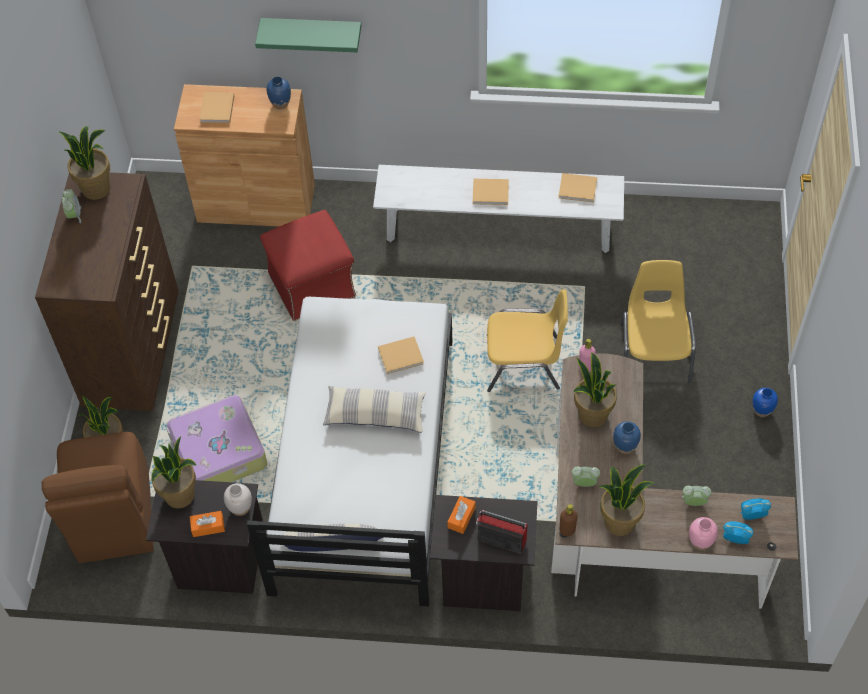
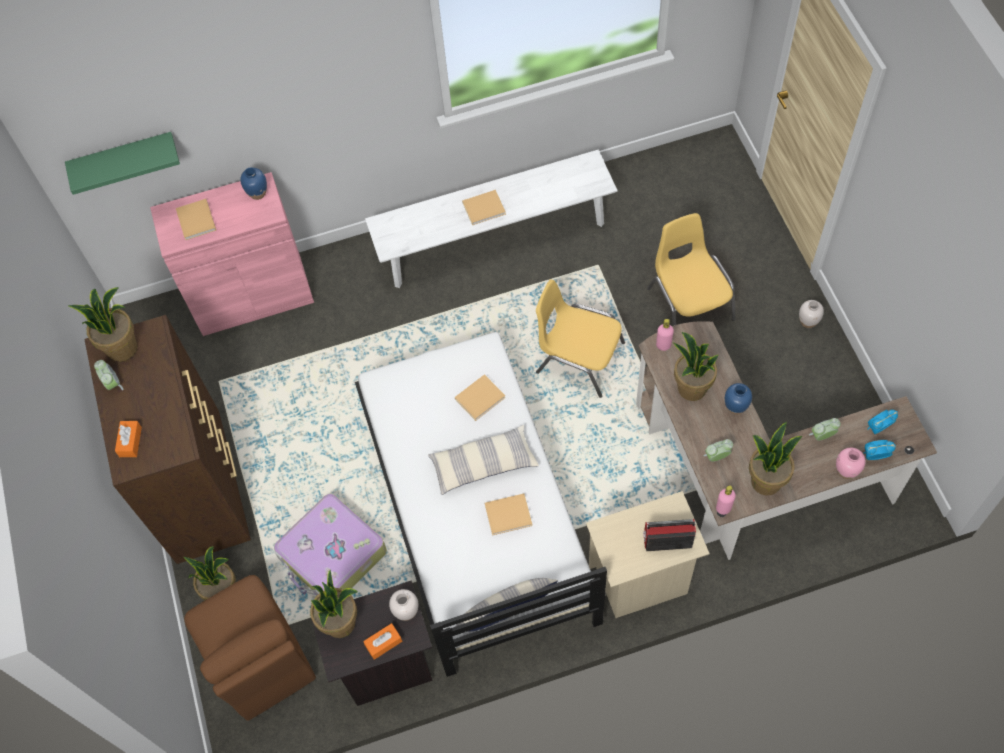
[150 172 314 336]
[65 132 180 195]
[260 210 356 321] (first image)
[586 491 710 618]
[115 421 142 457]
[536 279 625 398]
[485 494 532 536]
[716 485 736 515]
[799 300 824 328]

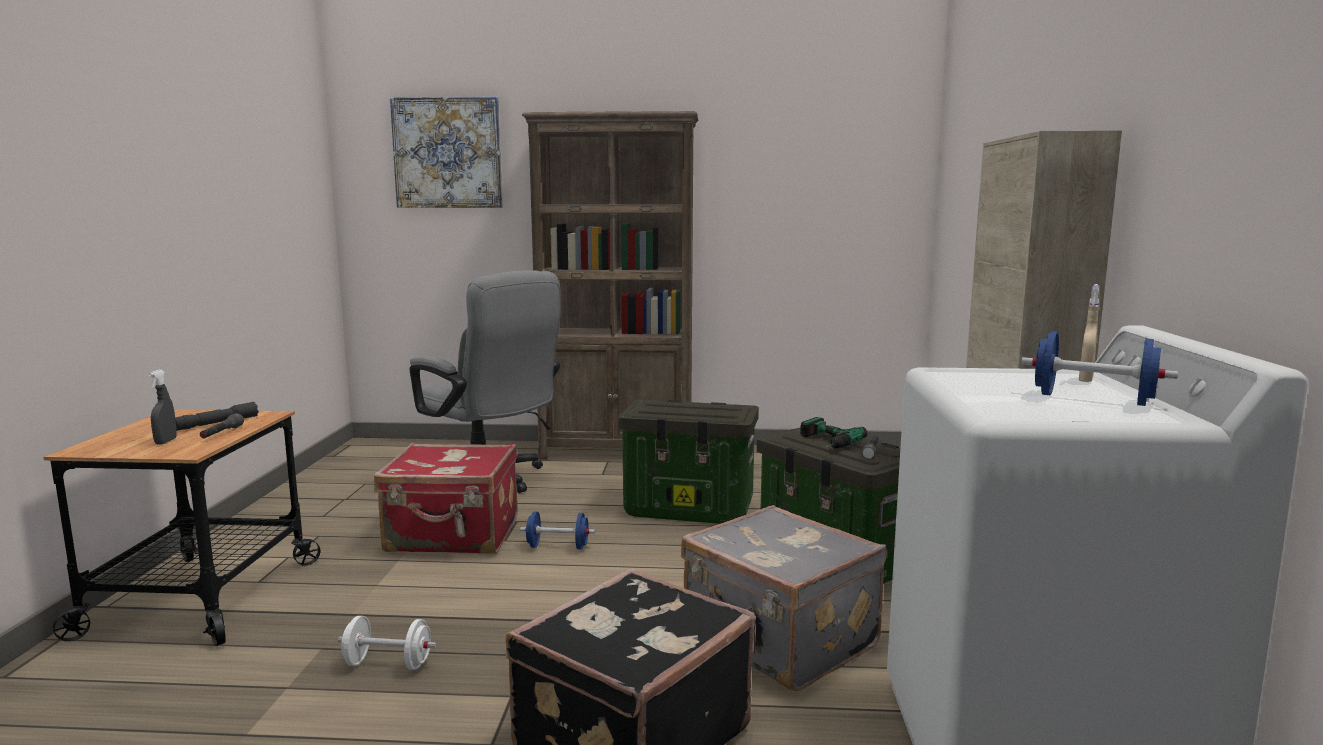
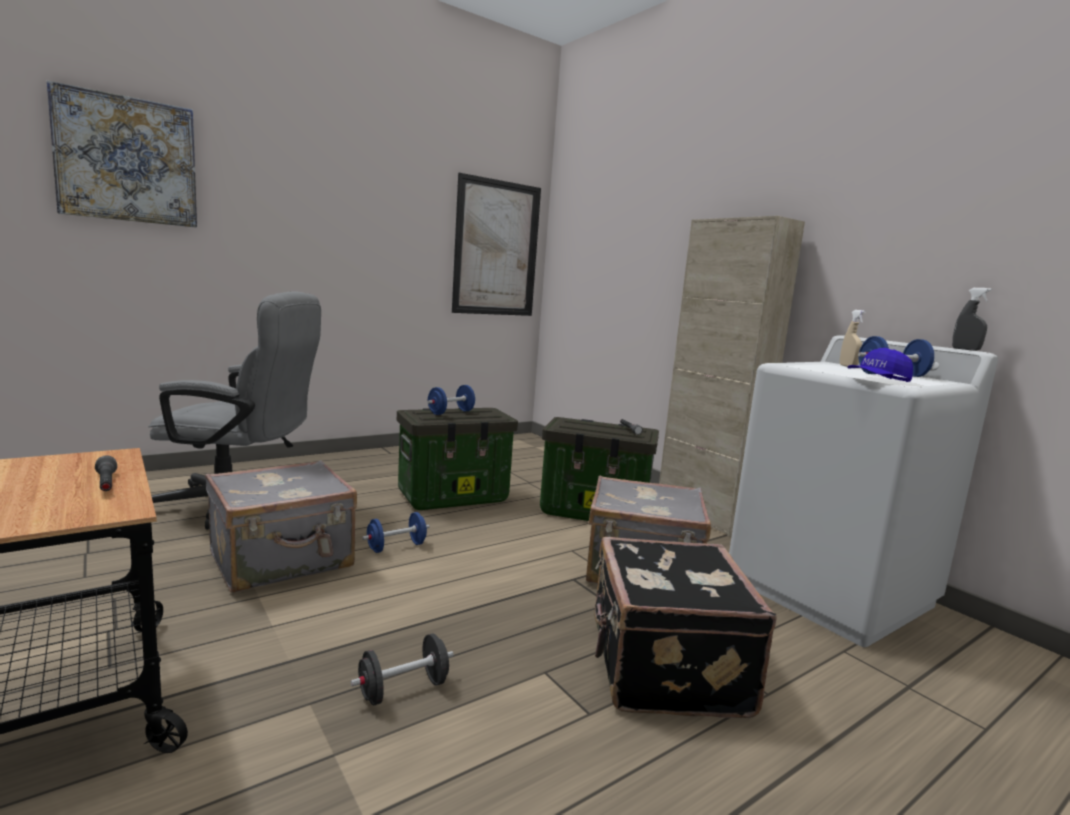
[952 288 992 350]
[175 402 258 431] (first image)
[351 633 454 706]
[205 460 357 593]
[522 111 698 459] (first image)
[800 417 867 449] (first image)
[427 385 475 415]
[452 173 541 316]
[848 348 913 382]

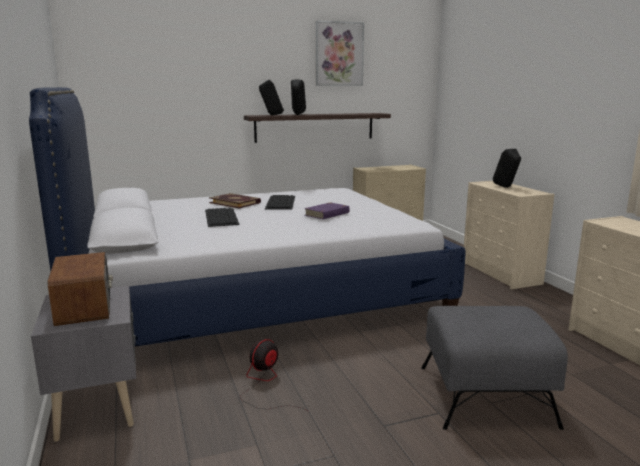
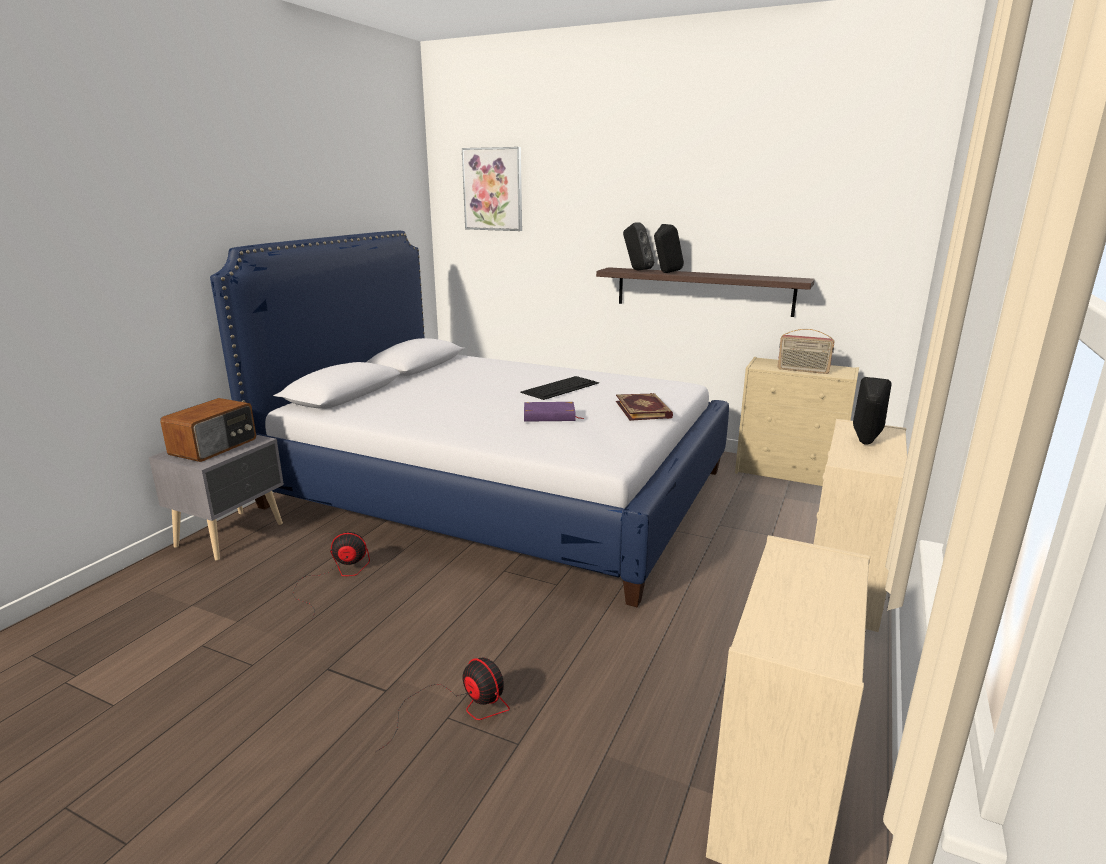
[205 208 239 227] (first image)
[616 393 673 421]
[462 147 522 231]
[376 658 510 752]
[778 329 835 374]

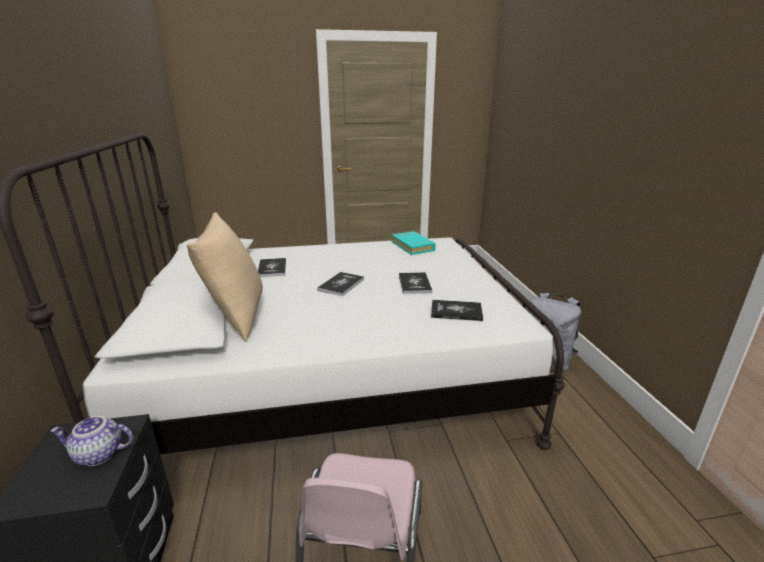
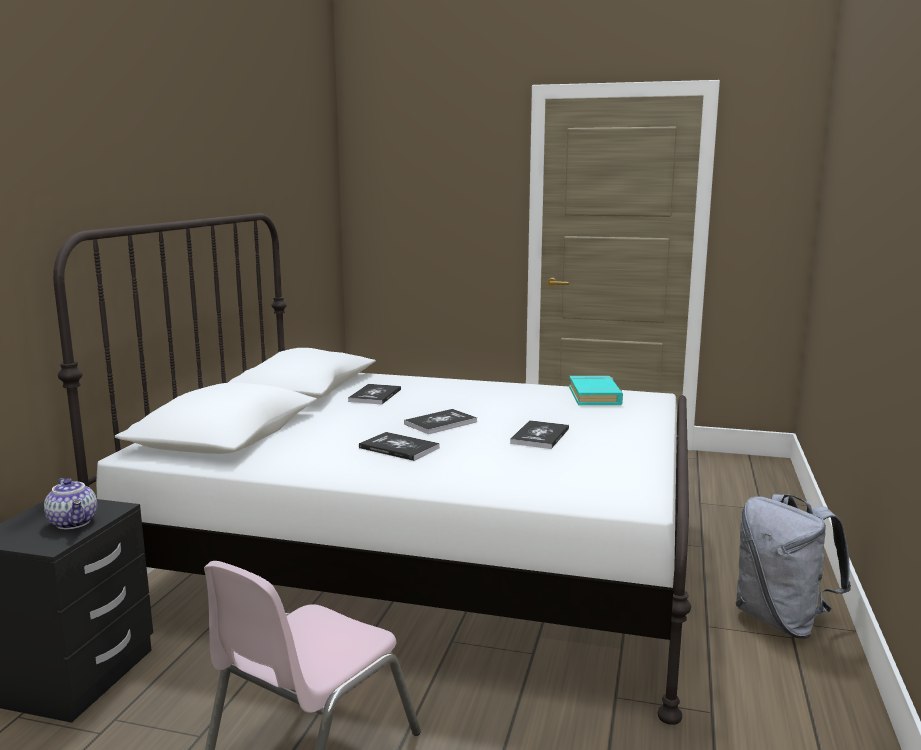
[44 478 97 529]
[187 212 263 342] (first image)
[359 432 440 461]

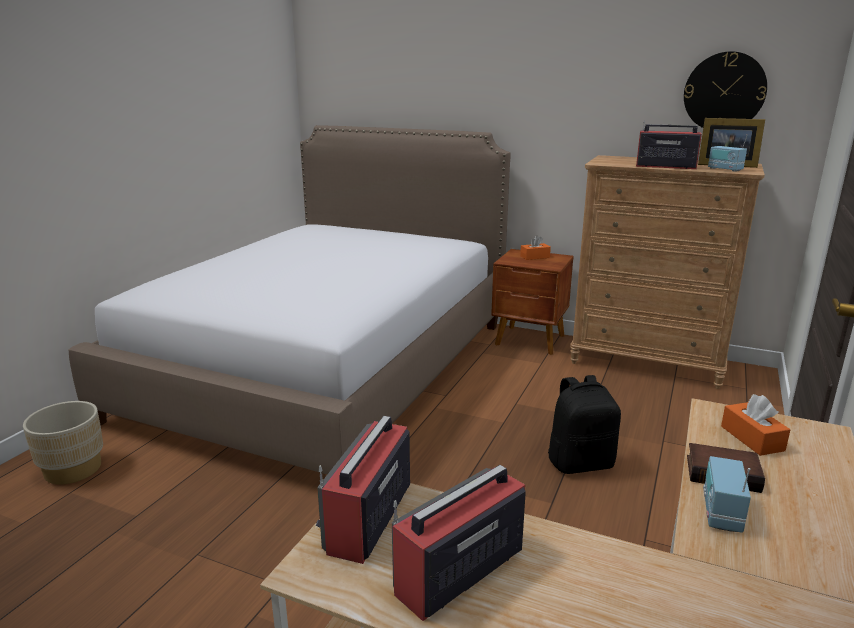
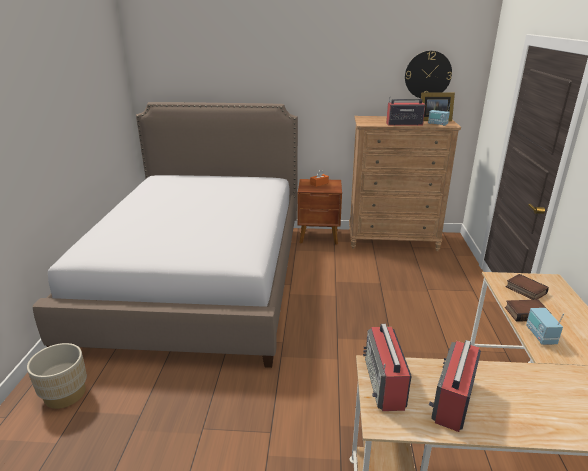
[548 375 621 474] (first image)
[506 274 549 300]

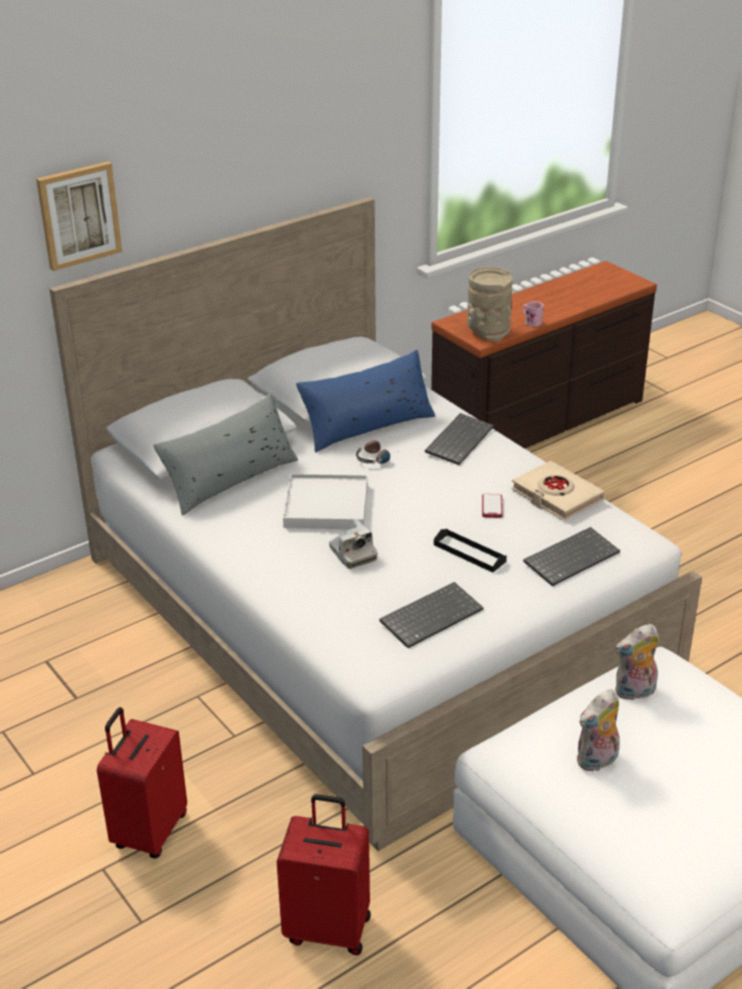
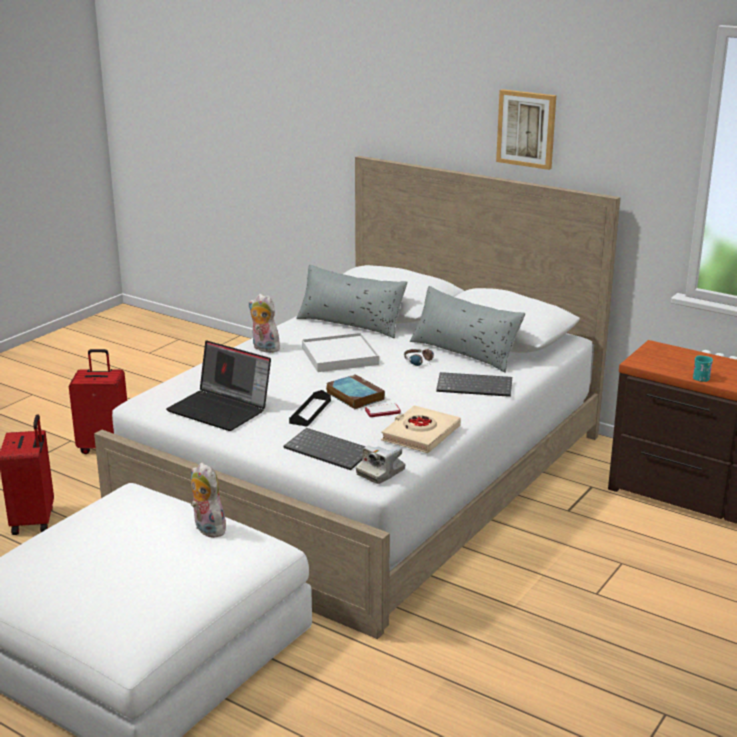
[496 89 556 170]
[410 286 525 373]
[356 445 406 484]
[166 340 271 431]
[467 267 513 342] (first image)
[693 356 713 382]
[249 294 280 353]
[326 374 385 409]

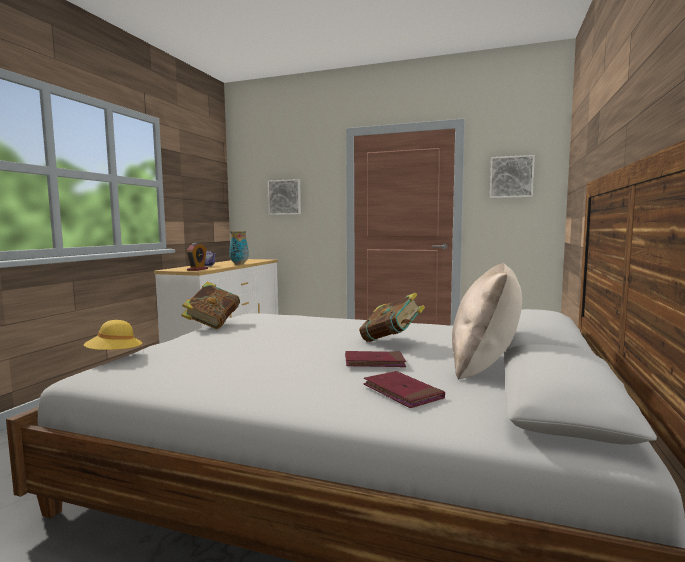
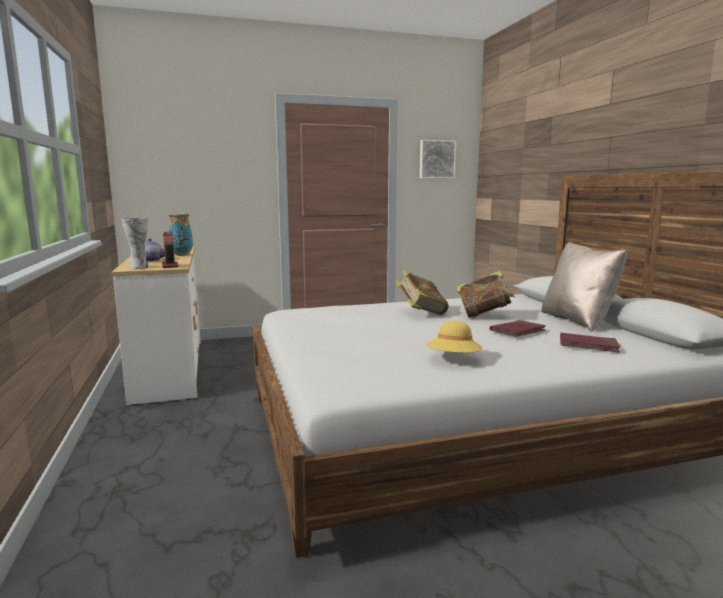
[426 321 483 353]
[396 270 449 315]
[267 179 301 215] (first image)
[122 218 149 269]

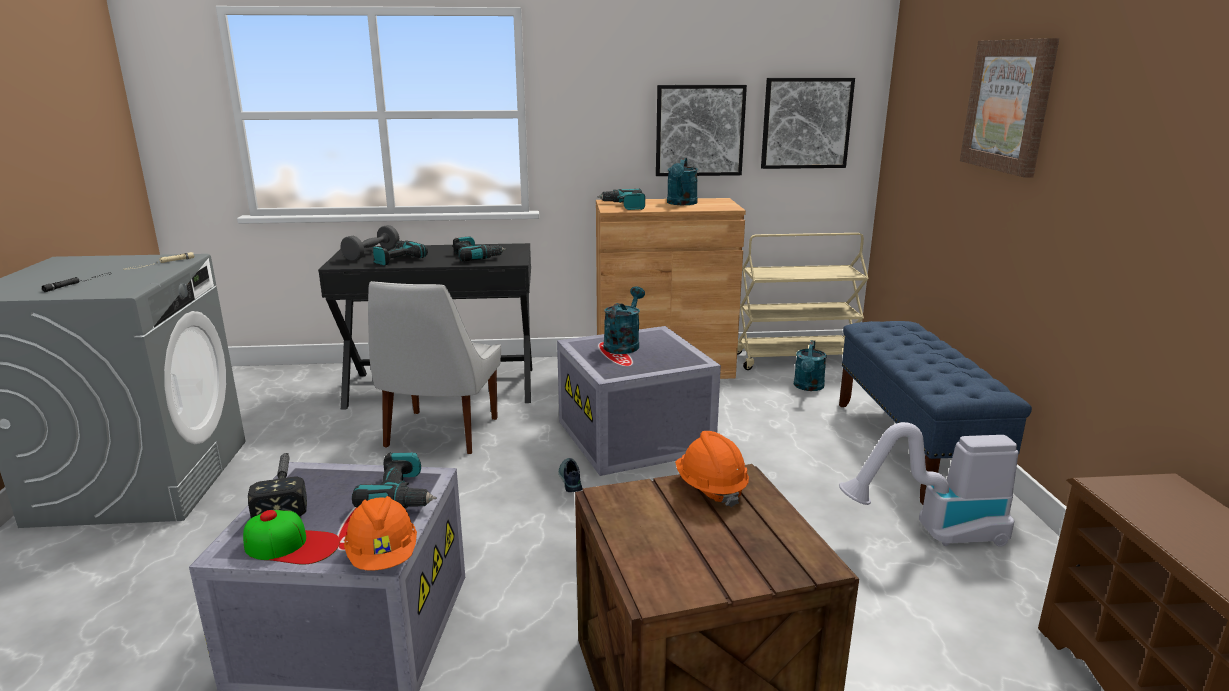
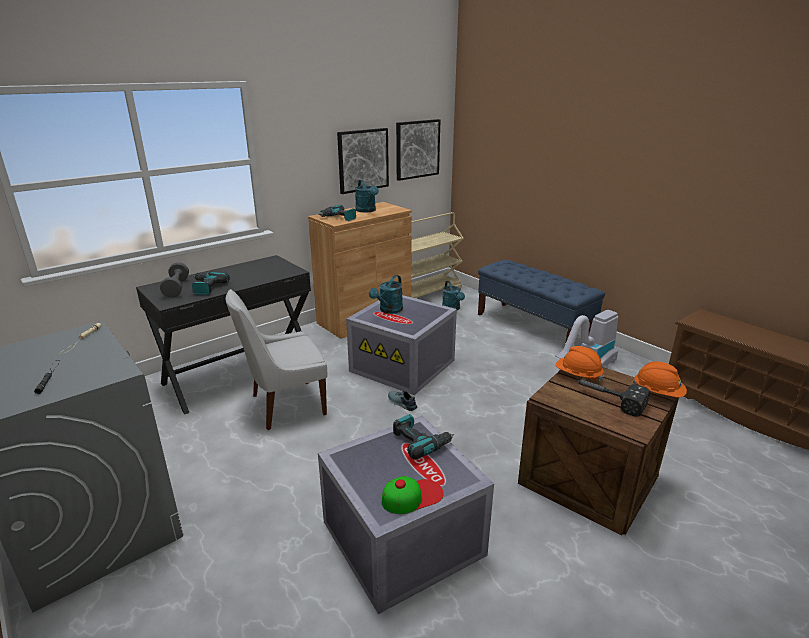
[575 380 650 417]
[633 361 687 397]
[225 289 327 430]
[453 236 506 261] (first image)
[369 275 403 314]
[960 38 1059 178] (first image)

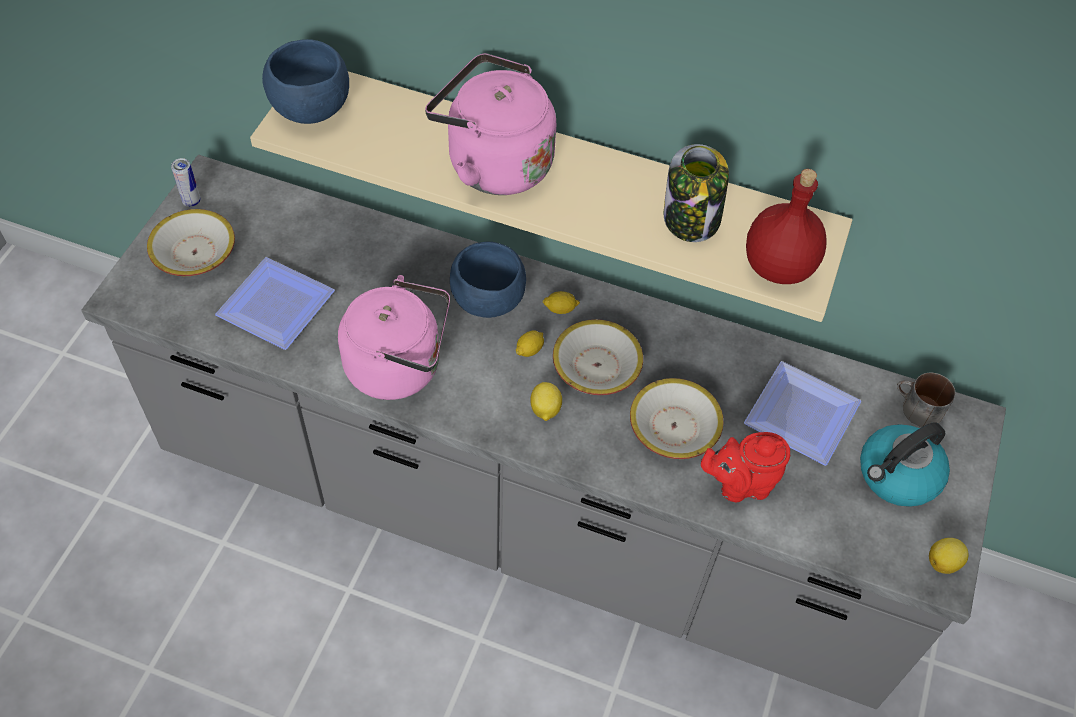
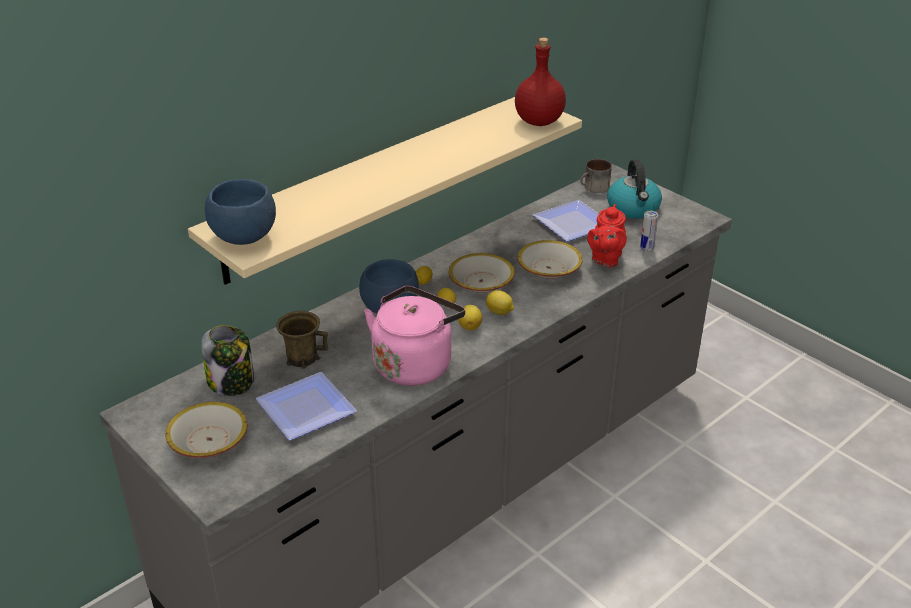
[640 211 658 252]
[425 53 556 195] (first image)
[201 325 254 396]
[458 305 482 331]
[276 311 328 369]

